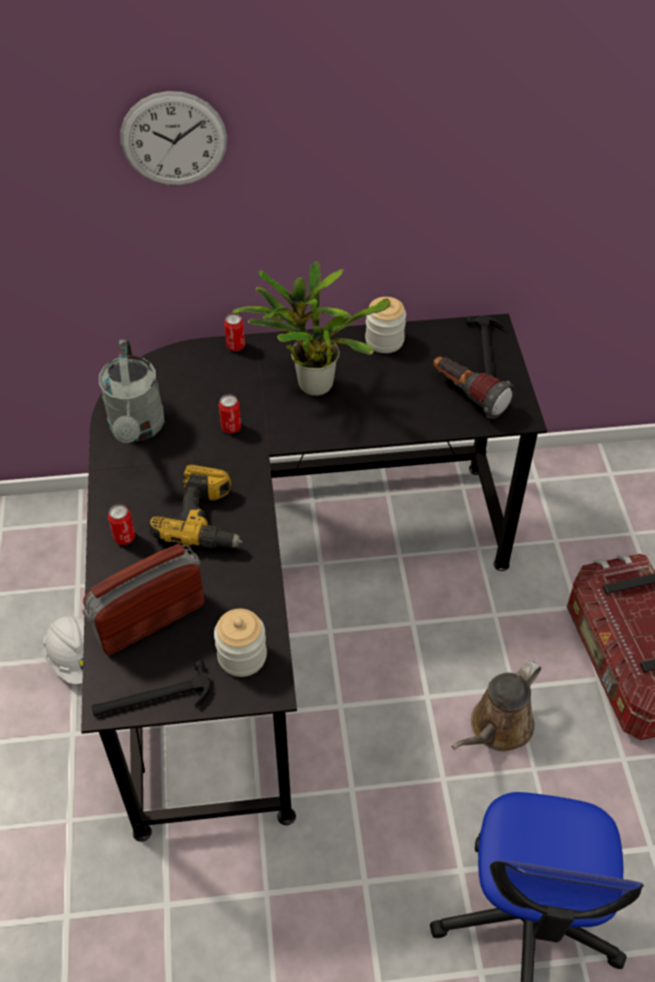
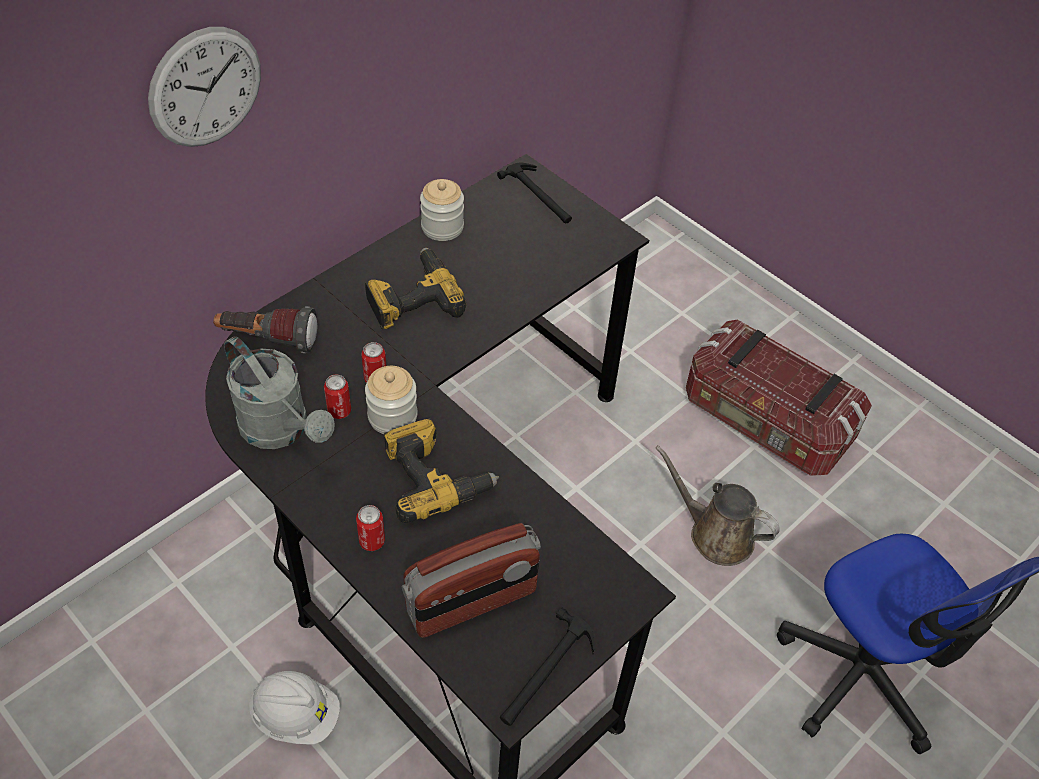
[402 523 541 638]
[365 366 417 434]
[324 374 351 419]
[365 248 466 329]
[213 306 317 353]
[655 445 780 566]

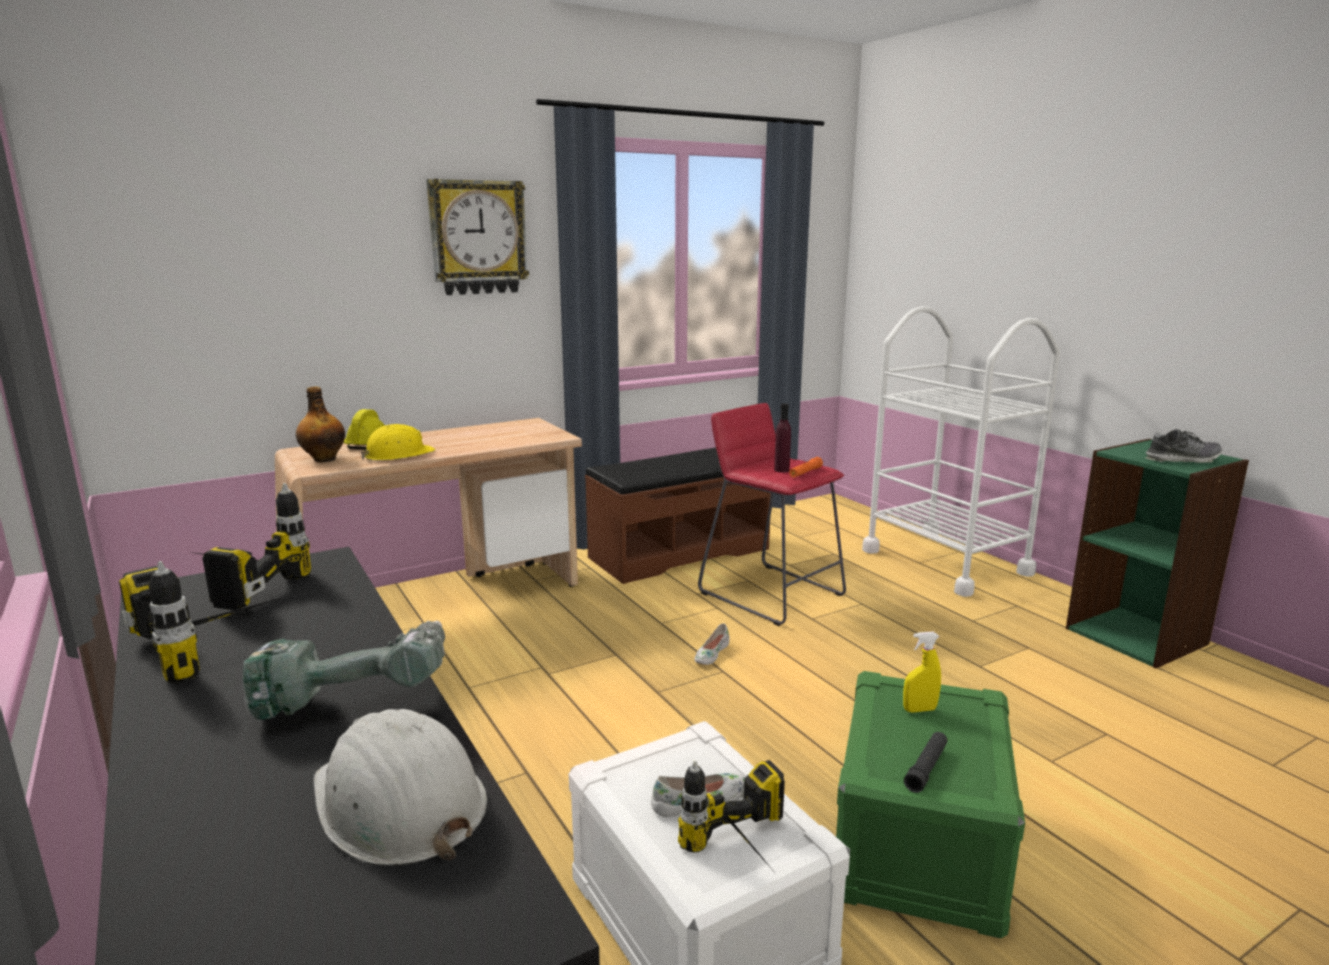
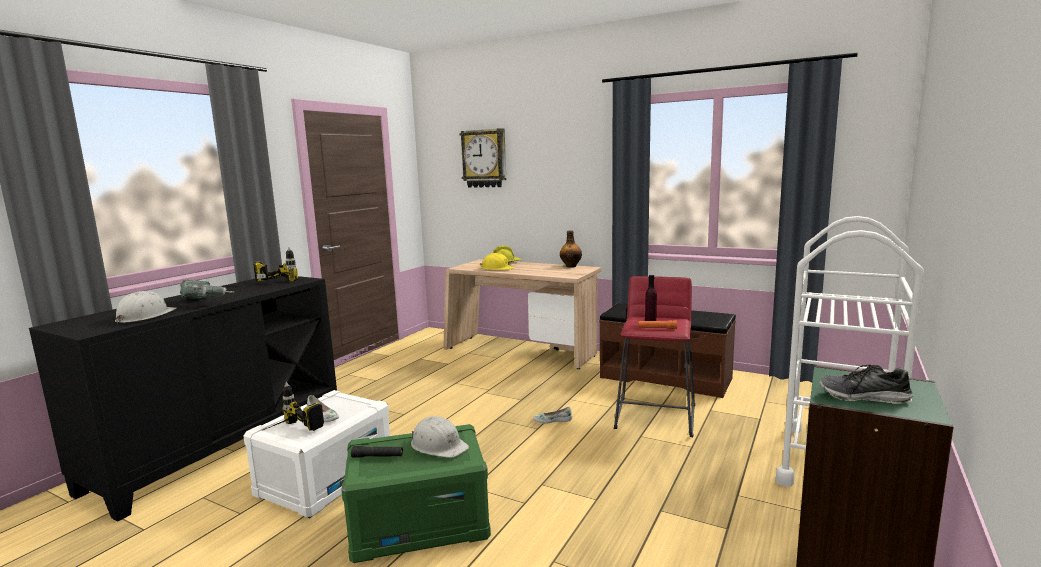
[119 561 284 683] (first image)
[560 230 582 268]
[459 128 506 188]
[411 416 469 458]
[819 365 913 404]

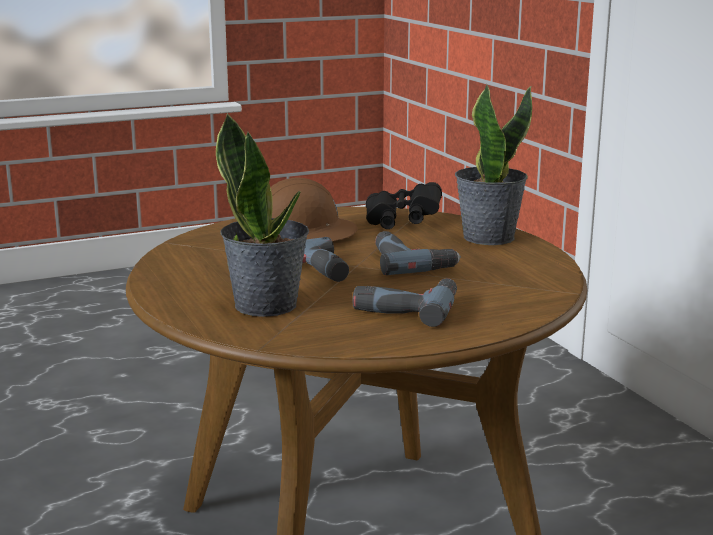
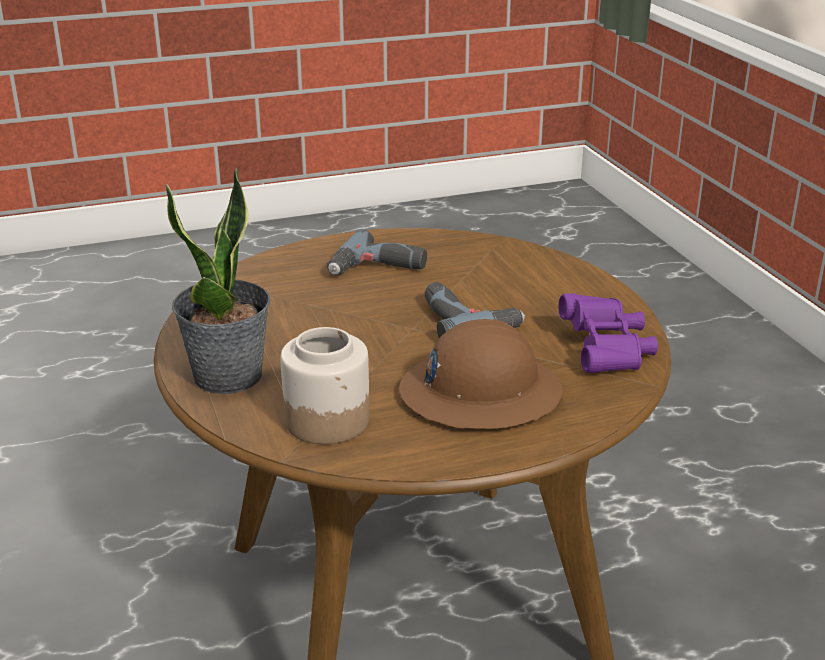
[216 113 309 317] (first image)
[280 327 370 444]
[375 231 461 275] (first image)
[559 293 658 373]

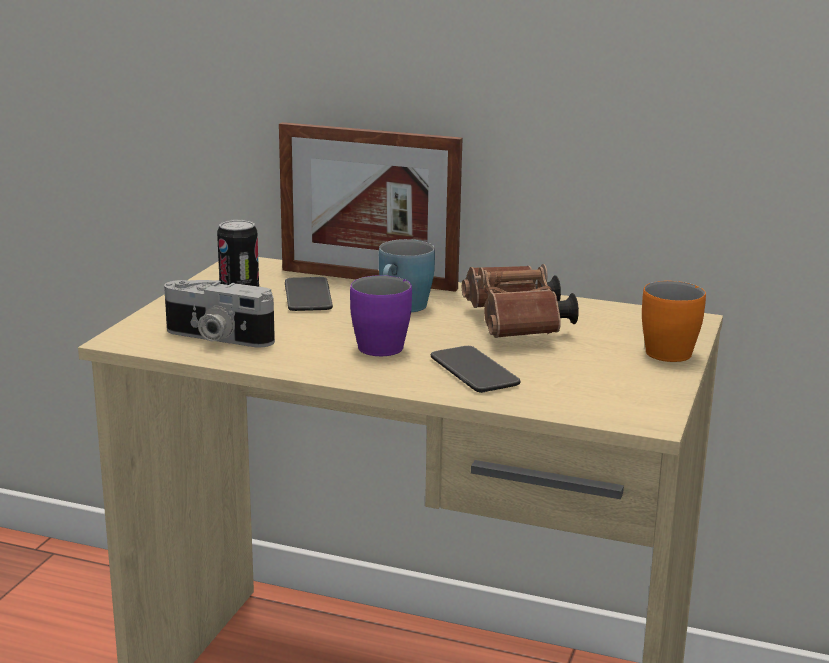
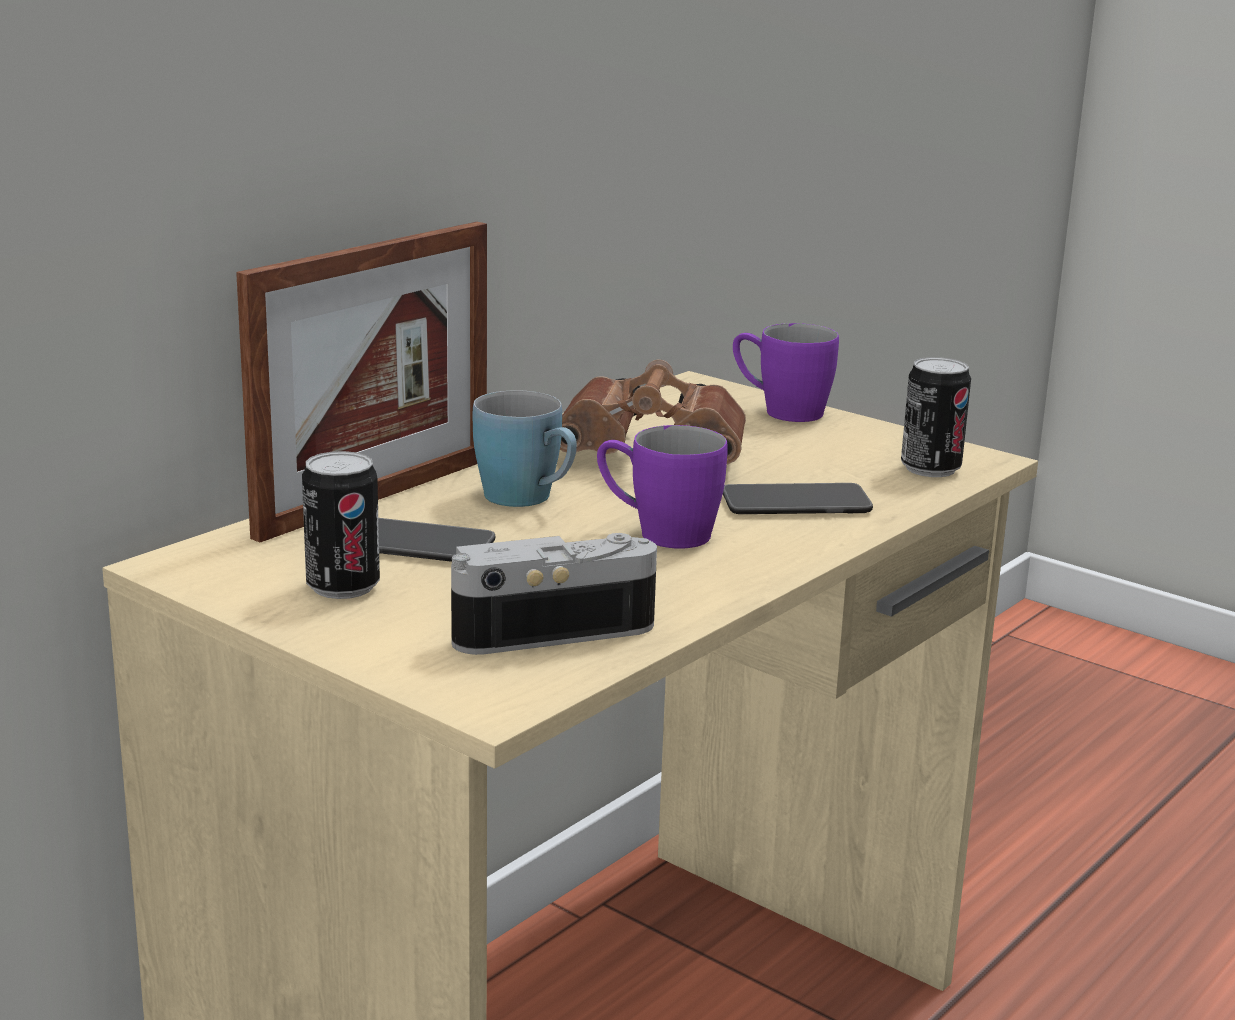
[451 533 657 655]
[733 323 839 422]
[901 357 971 477]

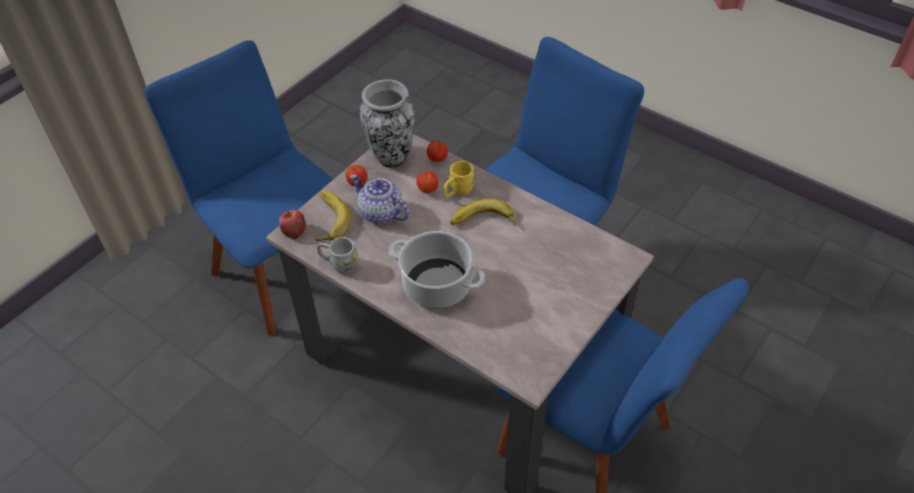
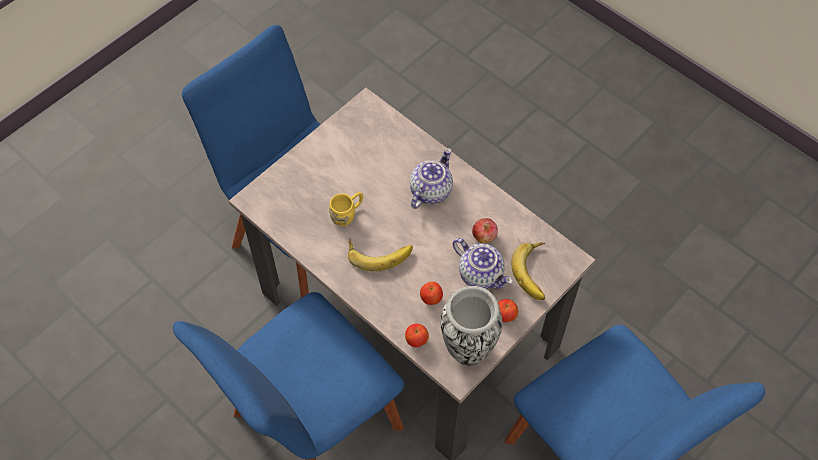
[472 218 498 243]
[317 237 358 274] (first image)
[410 148 453 209]
[329 192 363 226]

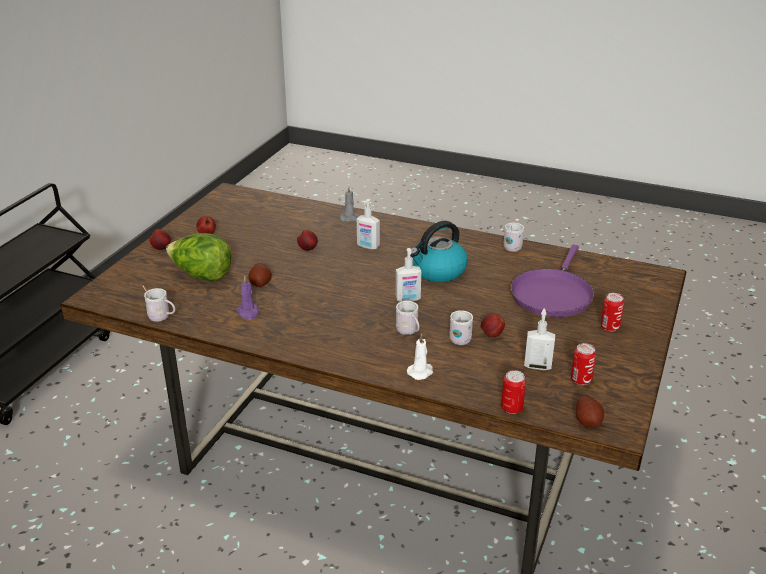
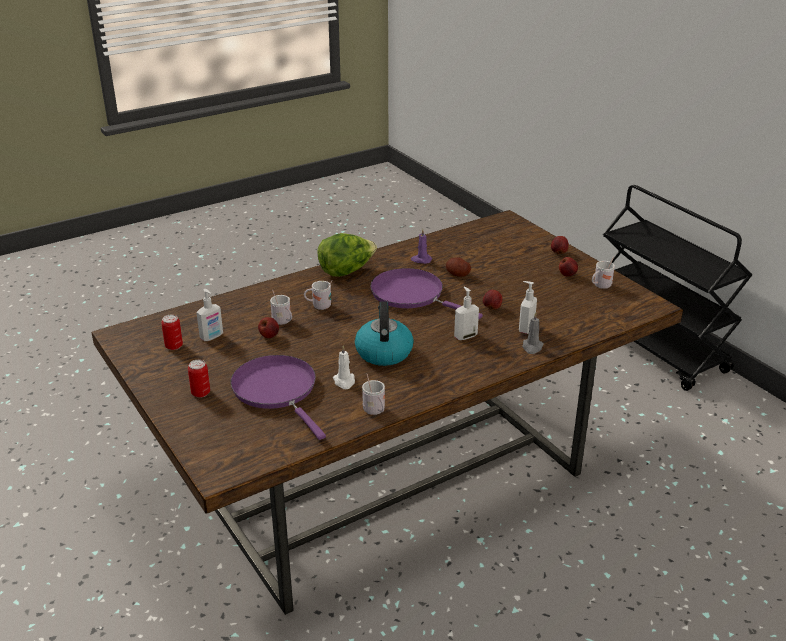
[592 256 615 289]
[317 233 377 277]
[519 281 537 334]
[333 345 355 389]
[501 370 526 414] (first image)
[576 396 604 428] (first image)
[370 268 483 319]

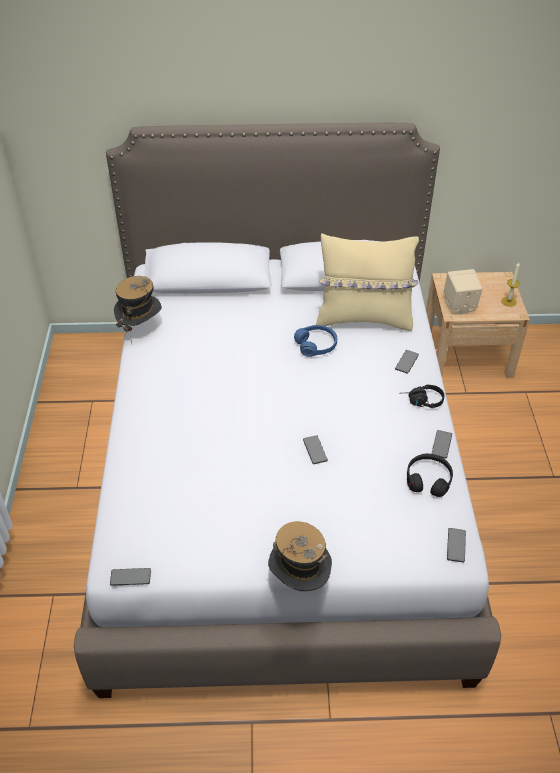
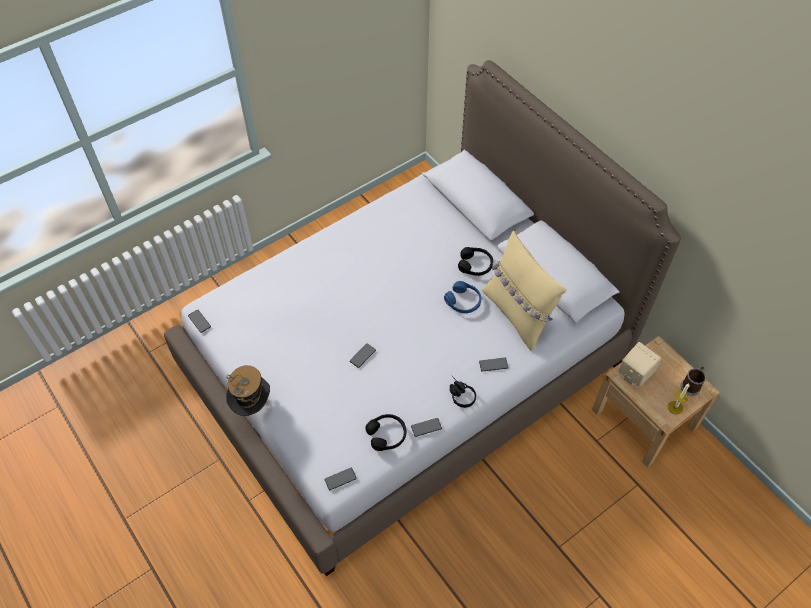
[114 276 162 343] (first image)
[458 247 493 276]
[681 367 706 396]

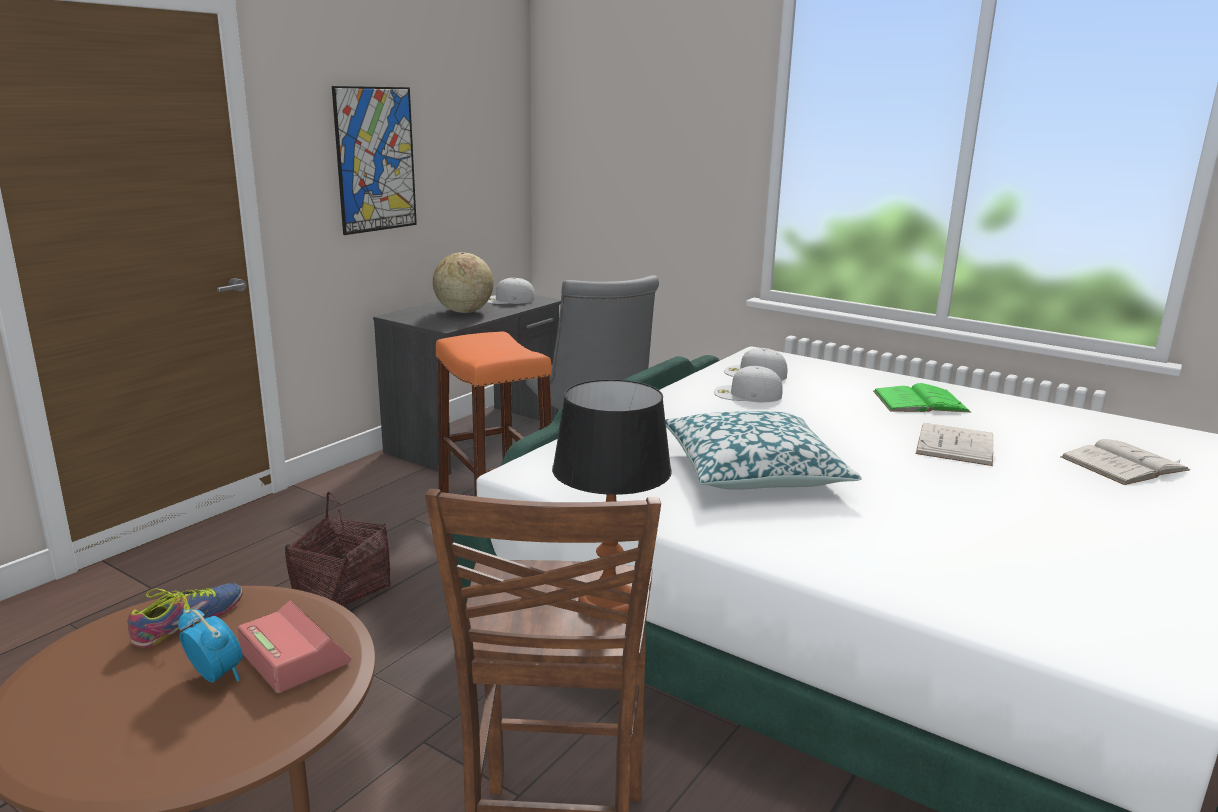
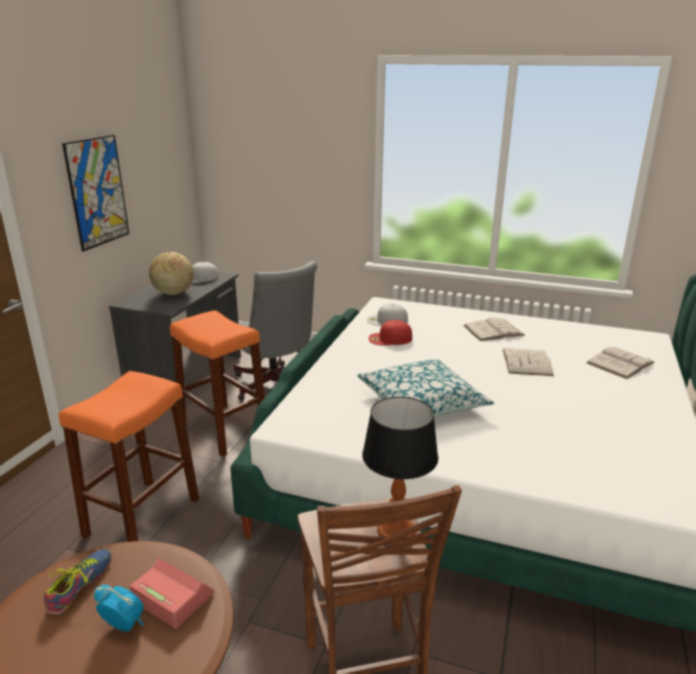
[59 371 199 542]
[368 320 412 345]
[463 317 526 341]

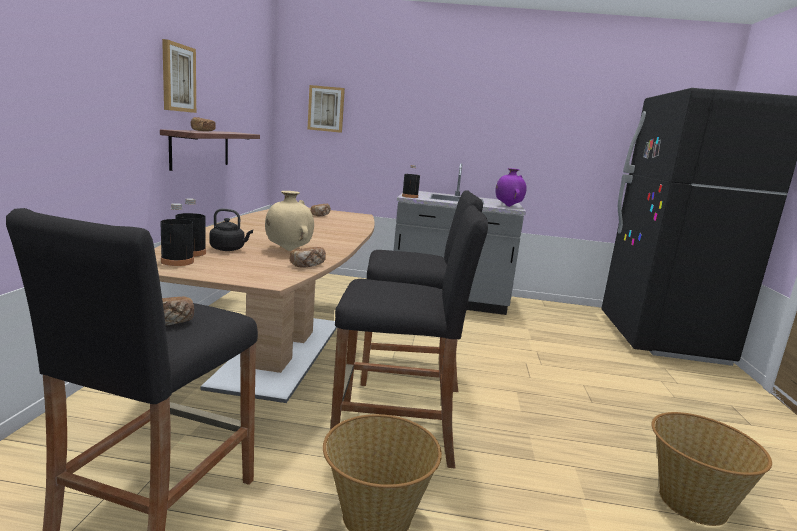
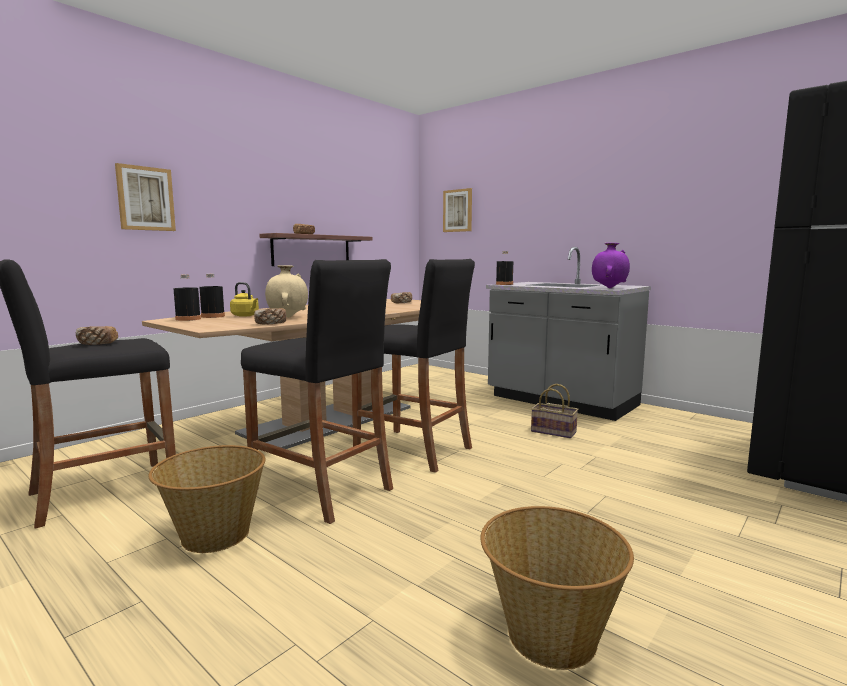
[115 163 176 231]
[230 282 259 317]
[531 384 578 438]

